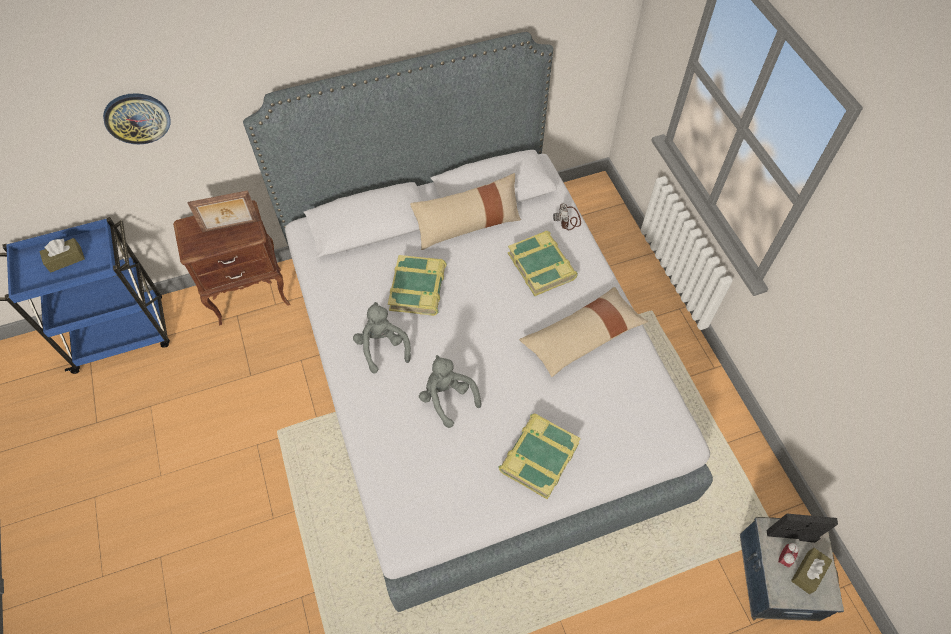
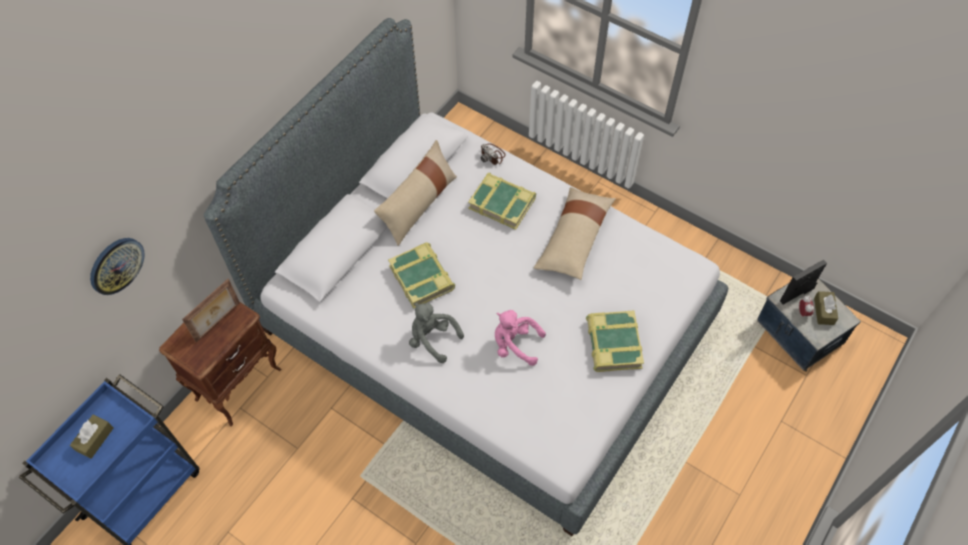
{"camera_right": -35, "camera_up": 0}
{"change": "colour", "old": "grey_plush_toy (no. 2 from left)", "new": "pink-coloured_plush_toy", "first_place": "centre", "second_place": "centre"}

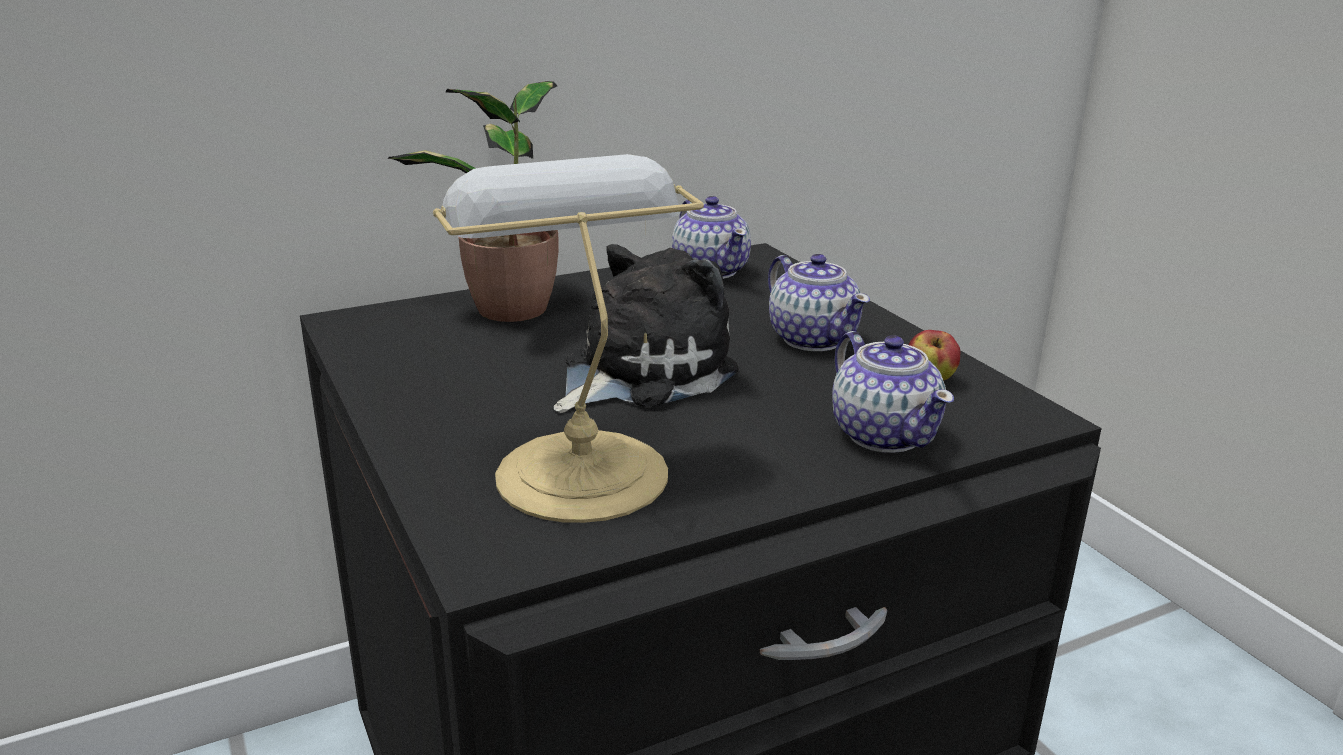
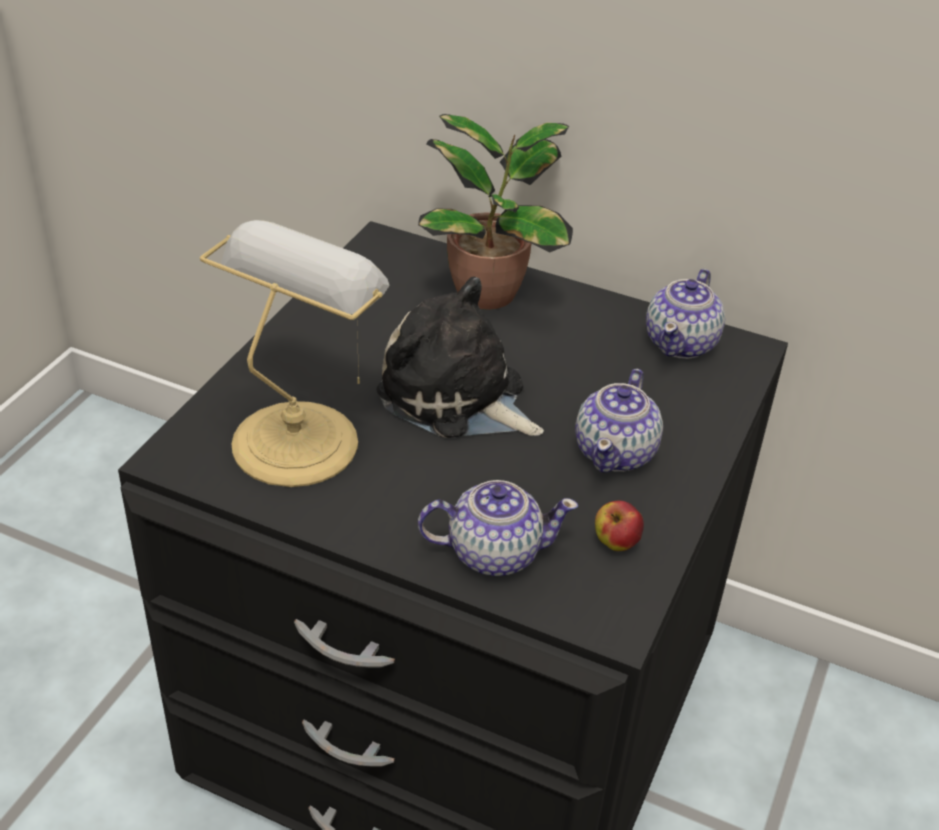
{"camera_right": 50, "camera_up": 15}
{"change": "spun", "old": "plush_toy", "first_place": "centre", "second_place": "centre", "degrees": -150}
{"change": "spun", "old": "pot_for_tea (no. 3 from left in the first image)", "first_place": "centre", "second_place": "centre", "degrees": -120}

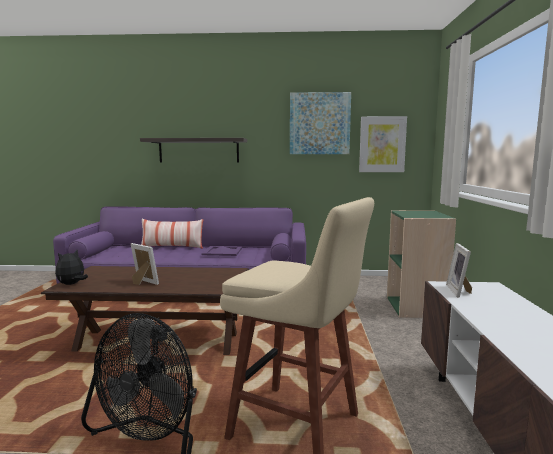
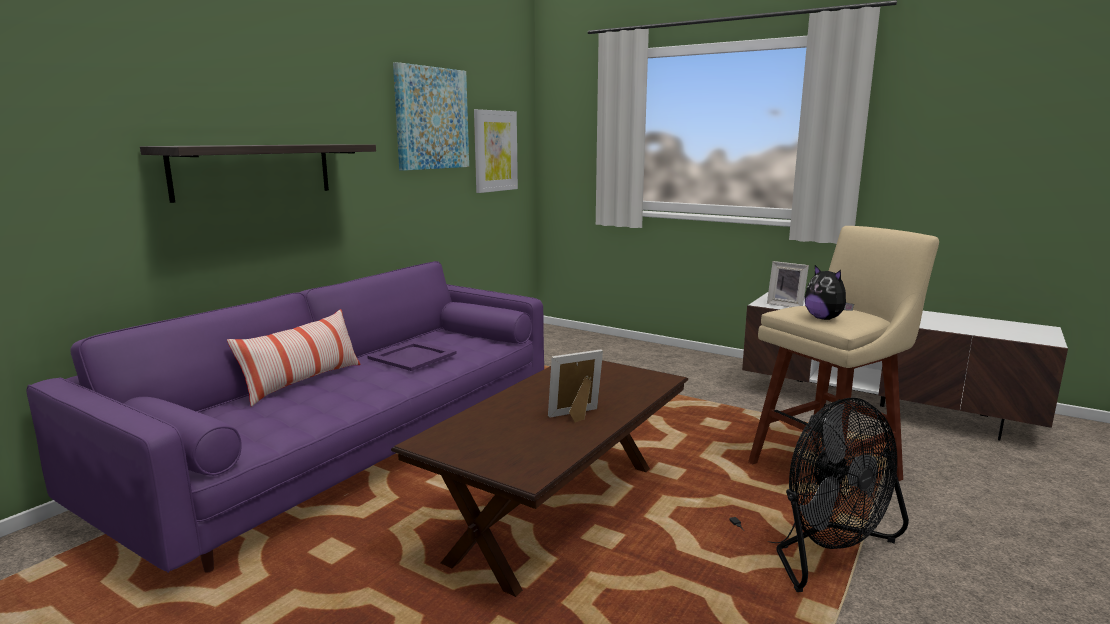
{"camera_right": -60, "camera_up": 5}
{"change": "relocated", "old": "plush_toy", "first_place": "middle left", "second_place": "middle right"}
{"change": "missing", "old": "green-coloured_bookshelf", "first_place": "middle right"}

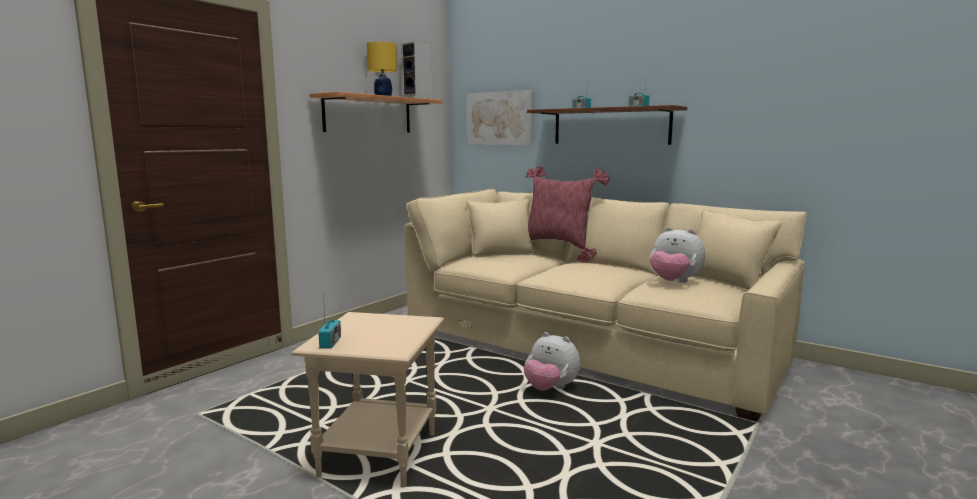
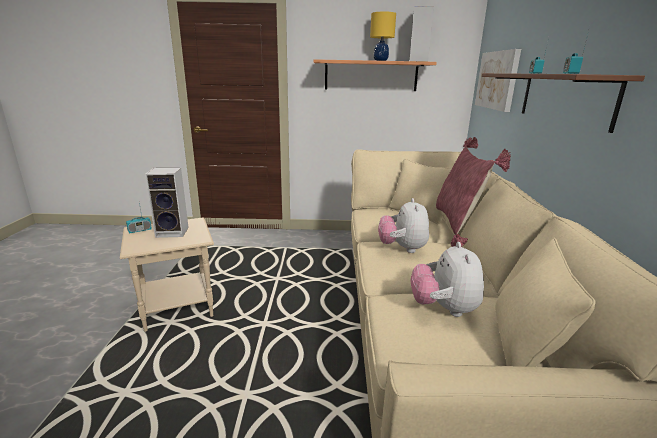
{"camera_right": 55, "camera_up": 10}
{"change": "appeared", "new": "loudspeaker (no. 1 from left)", "second_place": "middle left"}
{"change": "relocated", "old": "plush_toy (no. 1 from left)", "first_place": "bottom centre", "second_place": "centre"}

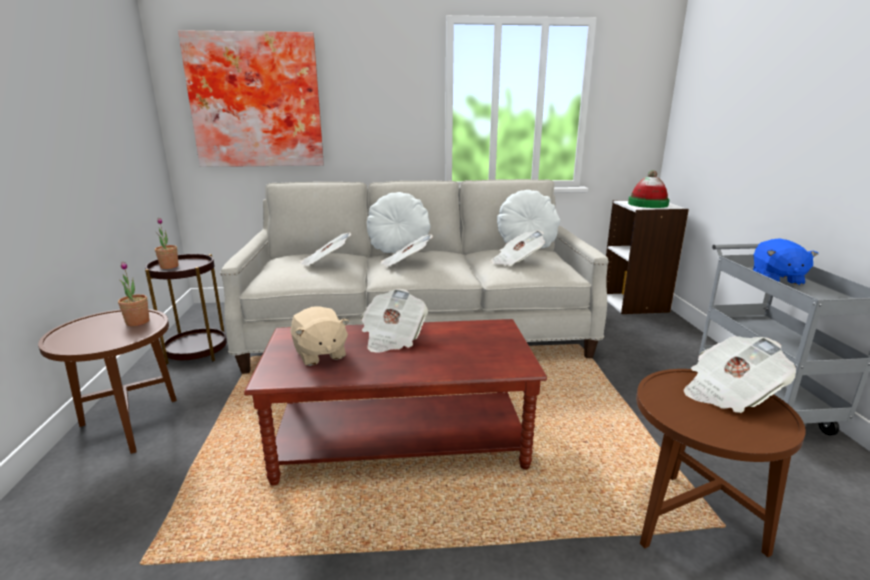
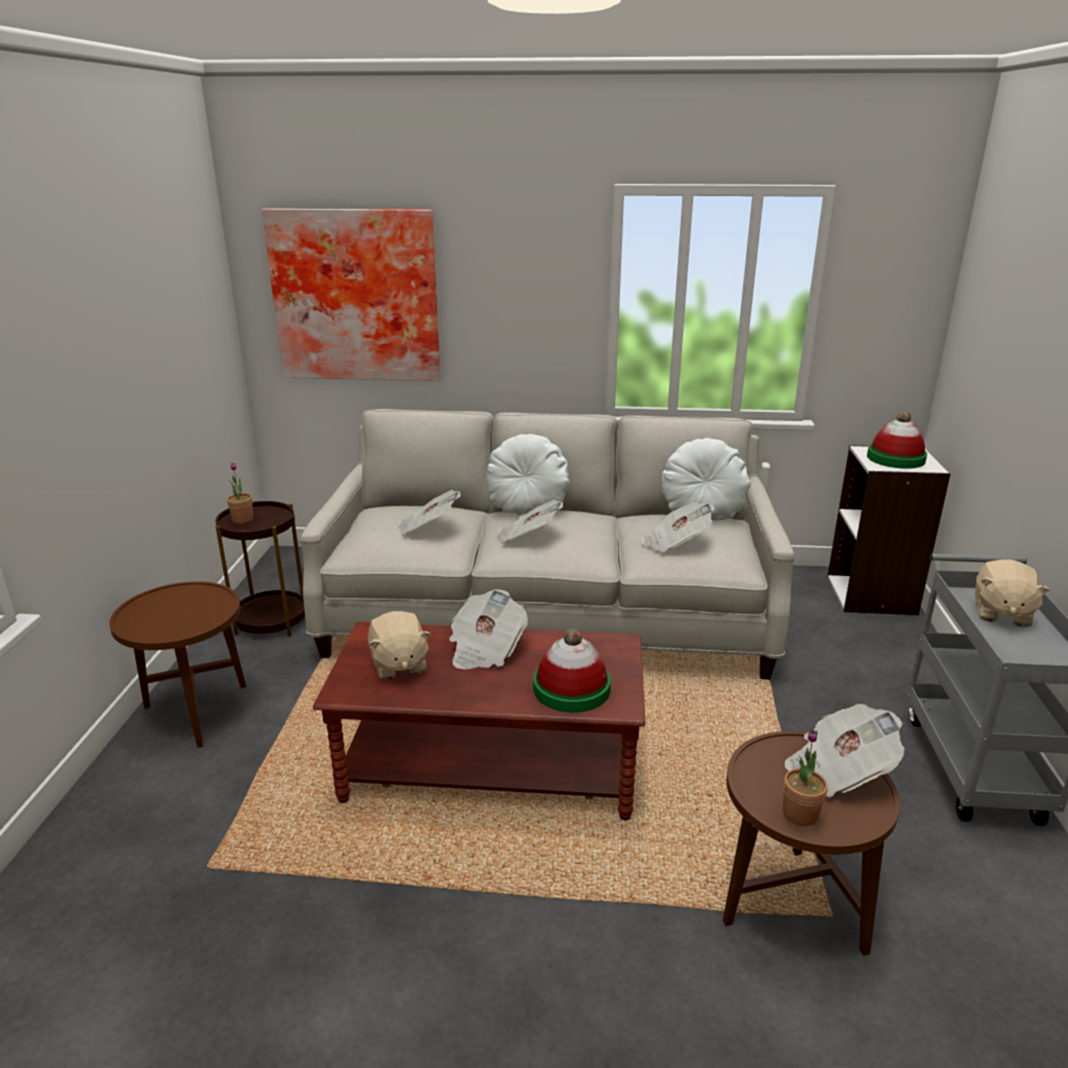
{"camera_right": 10, "camera_up": 5}
{"change": "appeared", "new": "clothing_hat (no. 1 from left)", "second_place": "centre"}
{"change": "relocated", "old": "houseplant (no. 1 from left in the first image)", "new": "houseplant (no. 2 from left)", "first_place": "middle left", "second_place": "bottom right"}
{"change": "colour", "old": "blue_plush_toy", "new": "beige-coloured_plush_toy (no. 2 from left)", "first_place": "middle right", "second_place": "middle right"}

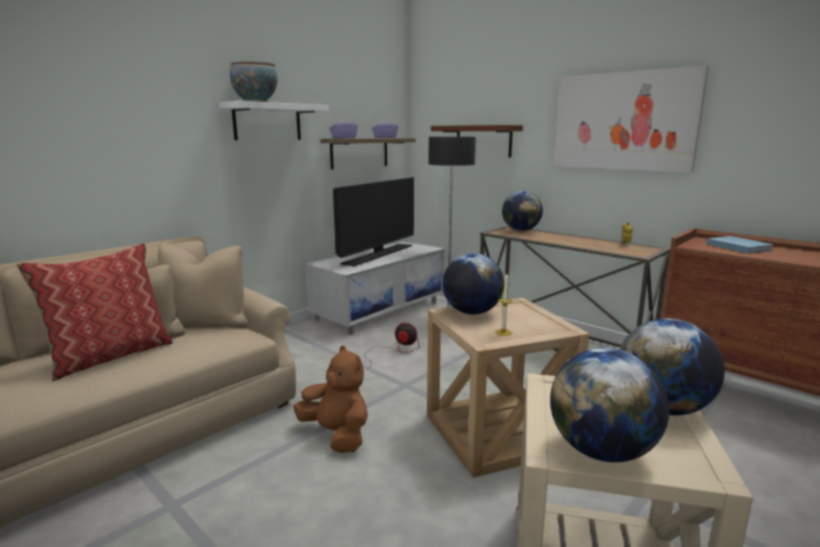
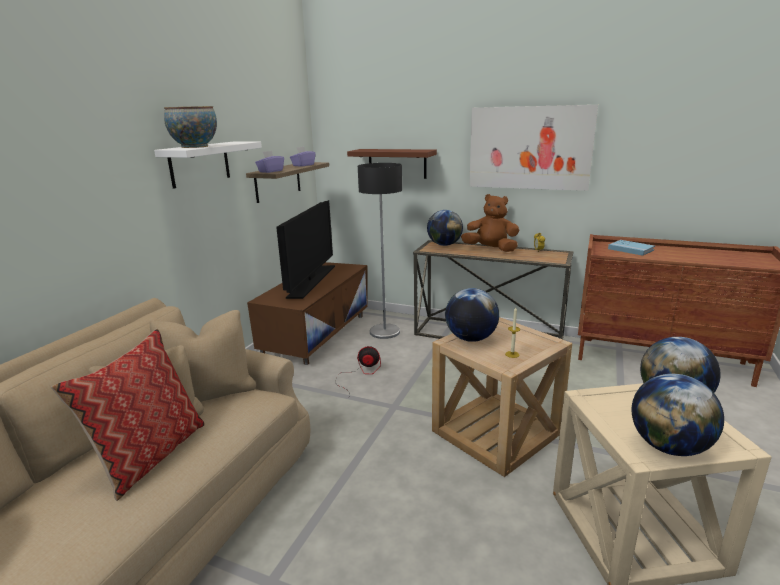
{"camera_right": -20, "camera_up": 5}
{"change": "colour", "old": "white-coloured_tv_unit", "new": "brownish_tv_unit", "first_place": "centre", "second_place": "centre"}
{"change": "relocated", "old": "brownish_plush_toy", "first_place": "bottom centre", "second_place": "centre"}

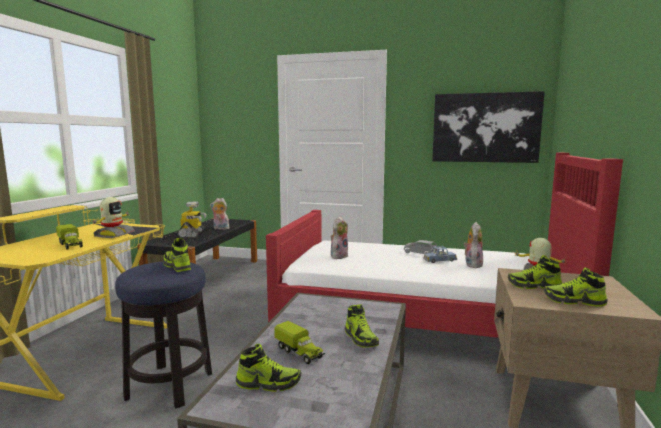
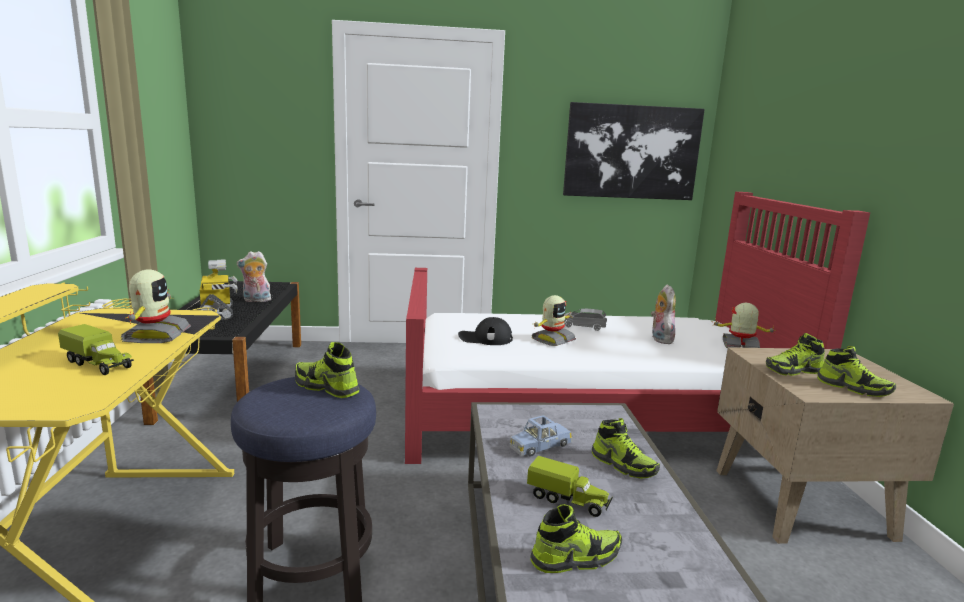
{"camera_right": -20, "camera_up": 5}
{"change": "exchanged", "old": "plush_toy (no. 2 from left)", "new": "black-coloured_baseball_cap", "first_place": "centre", "second_place": "centre"}
{"change": "relocated", "old": "blue_miniature_car", "first_place": "centre", "second_place": "bottom centre"}
{"change": "appeared", "new": "model_robot (no. 3 from left)", "second_place": "centre"}
{"change": "spun", "old": "item_of_footwear (no. 5 from left)", "first_place": "bottom right", "second_place": "middle right", "degrees": -135}

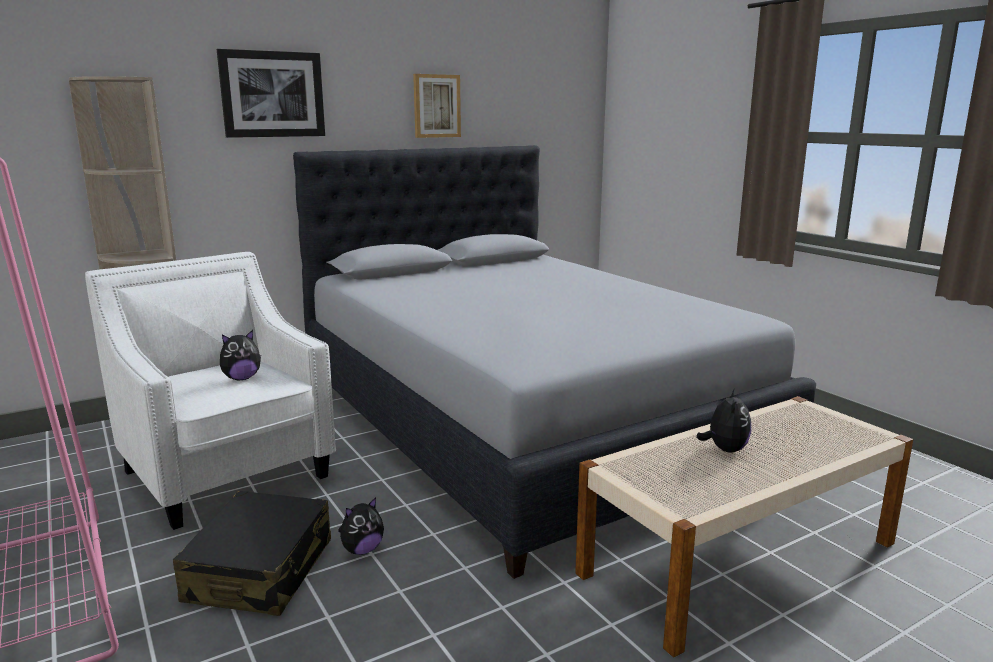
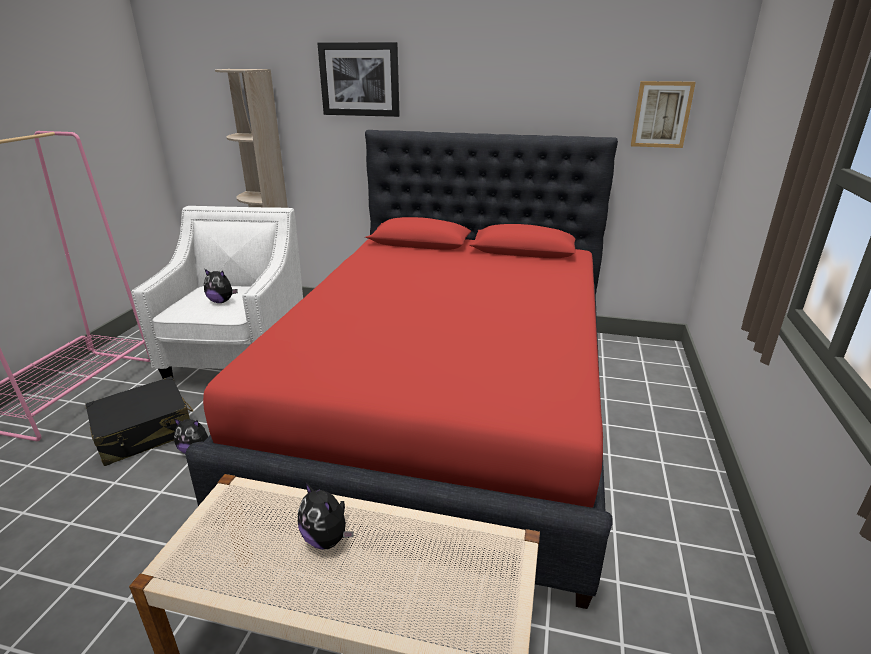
{"camera_right": 45, "camera_up": 10}
{"change": "colour", "old": "grey_sleeping_bed", "new": "reddish_sleeping_bed", "first_place": "centre", "second_place": "centre"}
{"change": "spun", "old": "plush_toy (no. 3 from left)", "first_place": "middle right", "second_place": "bottom centre", "degrees": 75}
{"change": "relocated", "old": "wall_art (no. 2 from left)", "first_place": "top centre", "second_place": "top right"}

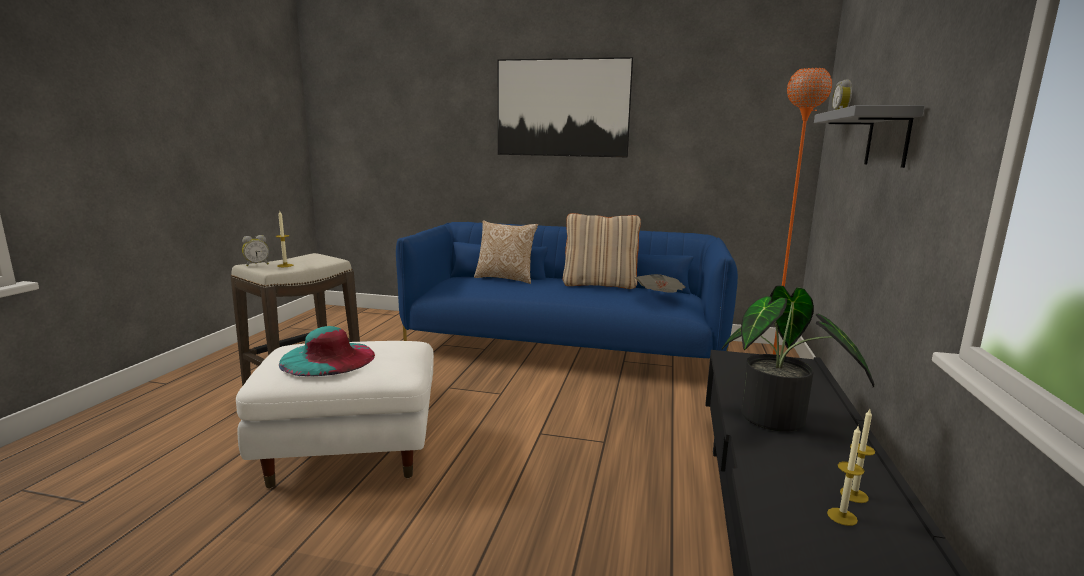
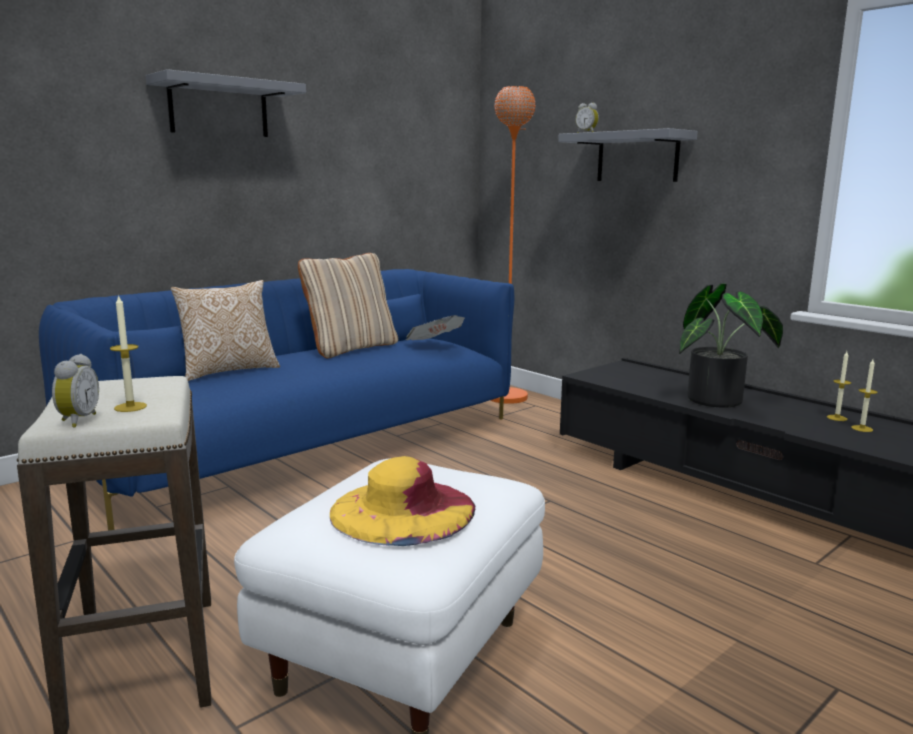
{"camera_right": -55, "camera_up": 0}
{"change": "exchanged", "old": "wall_art", "new": "grey_bracket_shelf (no. 1 from left)", "first_place": "top centre", "second_place": "top left"}
{"change": "colour", "old": "blue-green_clothing_hat", "new": "yellow_clothing_hat", "first_place": "middle left", "second_place": "bottom centre"}

